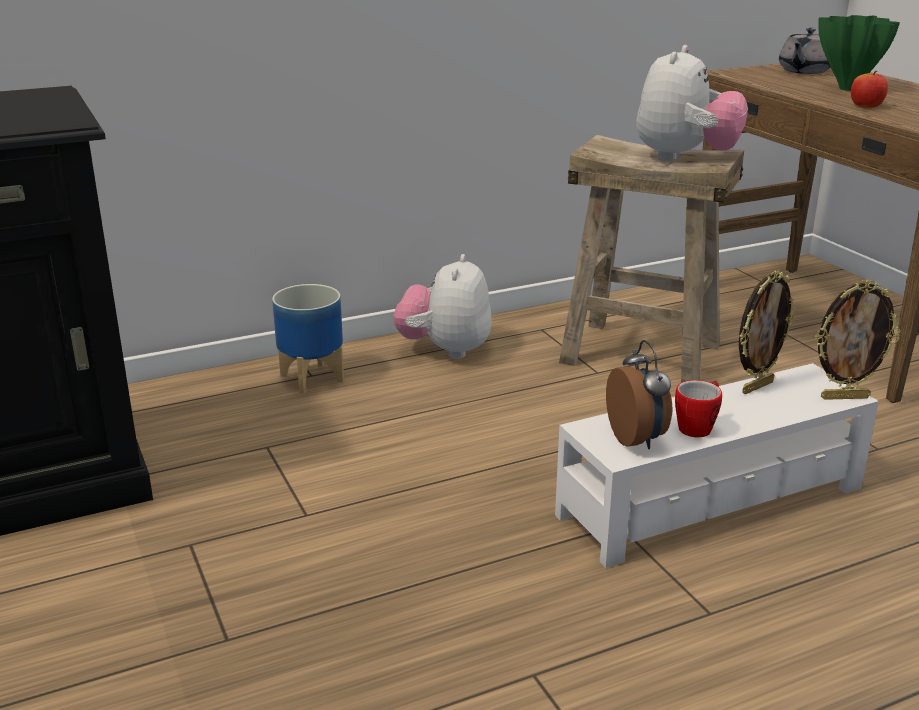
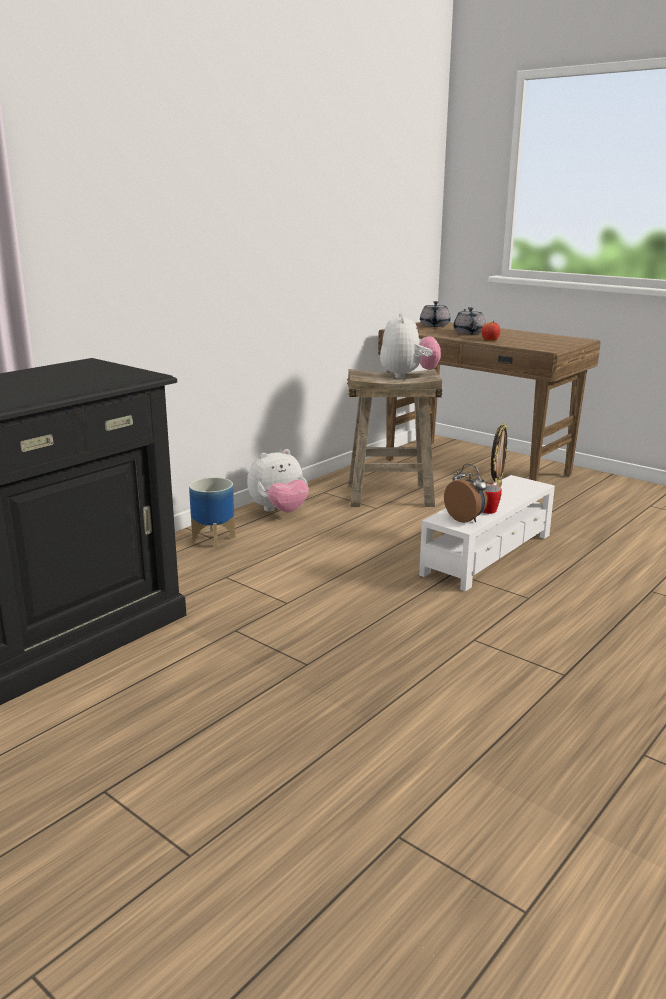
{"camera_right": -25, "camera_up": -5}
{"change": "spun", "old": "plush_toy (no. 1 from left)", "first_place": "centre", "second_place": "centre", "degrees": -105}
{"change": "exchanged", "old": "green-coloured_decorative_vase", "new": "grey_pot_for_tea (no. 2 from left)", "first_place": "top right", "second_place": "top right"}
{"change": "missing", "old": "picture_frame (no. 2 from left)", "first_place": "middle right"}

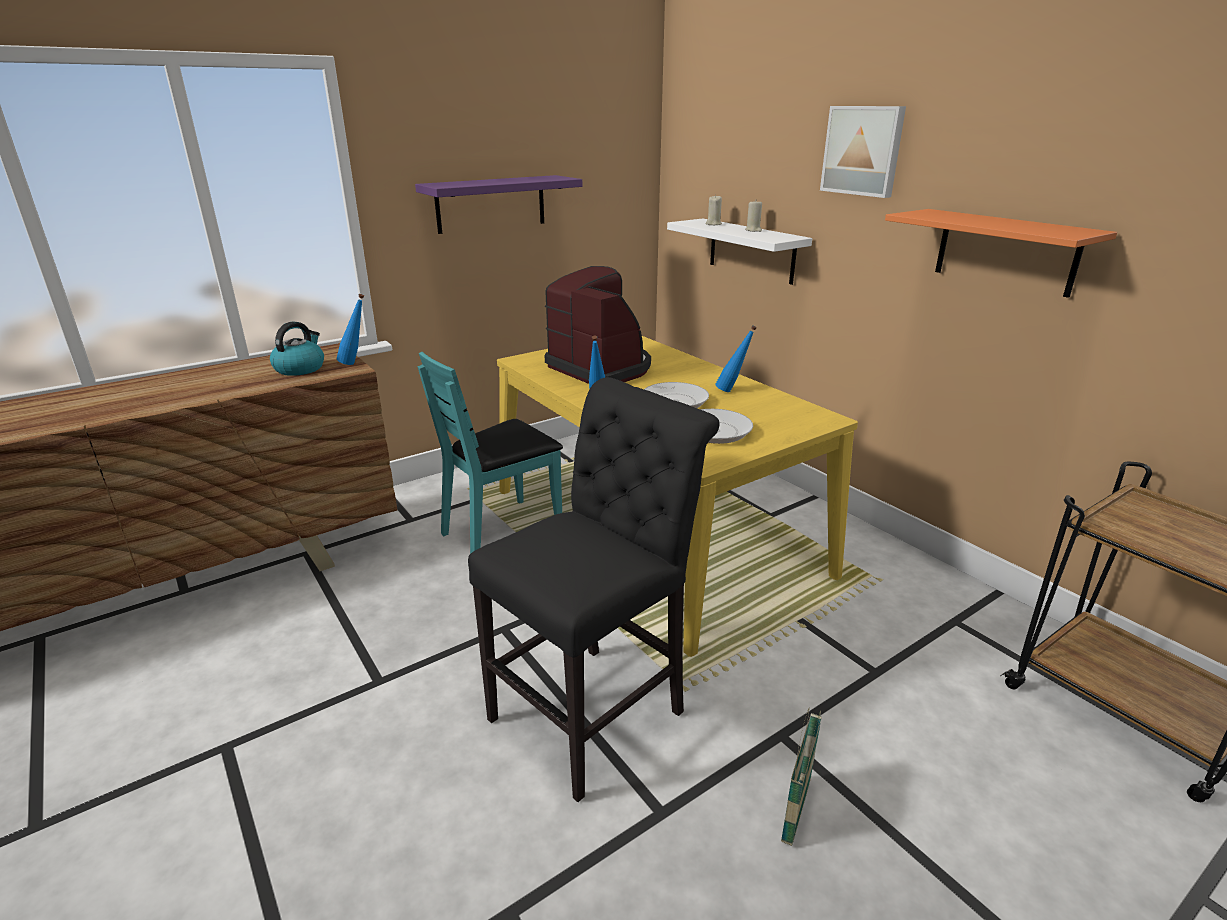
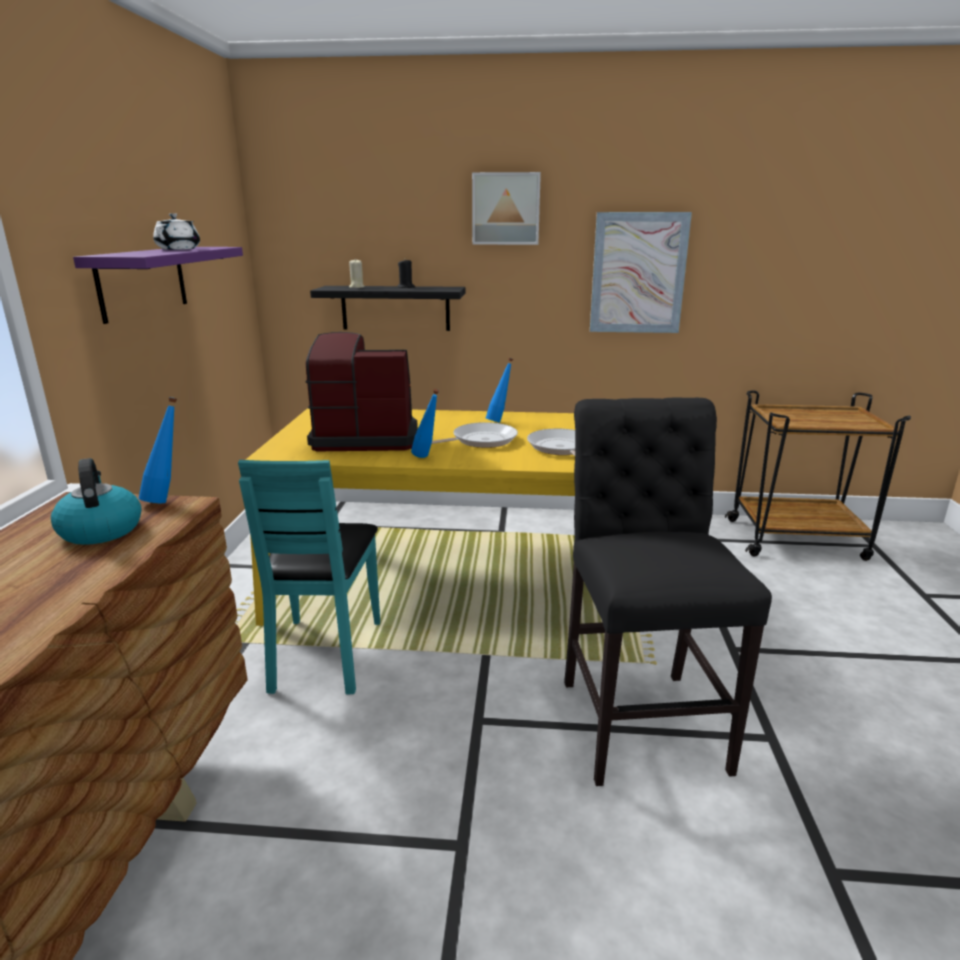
{"camera_right": -50, "camera_up": -5}
{"change": "appeared", "new": "white-coloured_pot_for_tea", "second_place": "top left"}
{"change": "colour", "old": "white-coloured_bracket_shelf", "new": "black-coloured_bracket_shelf", "first_place": "top centre", "second_place": "top centre"}
{"change": "colour", "old": "beige-coloured_wax_candle (no. 2 from left)", "new": "black-coloured_wax_candle", "first_place": "top centre", "second_place": "top centre"}
{"change": "exchanged", "old": "orange_bracket_shelf", "new": "wall_art (no. 2 from left)", "first_place": "top right", "second_place": "top right"}
{"change": "missing", "old": "basket", "first_place": "bottom centre"}

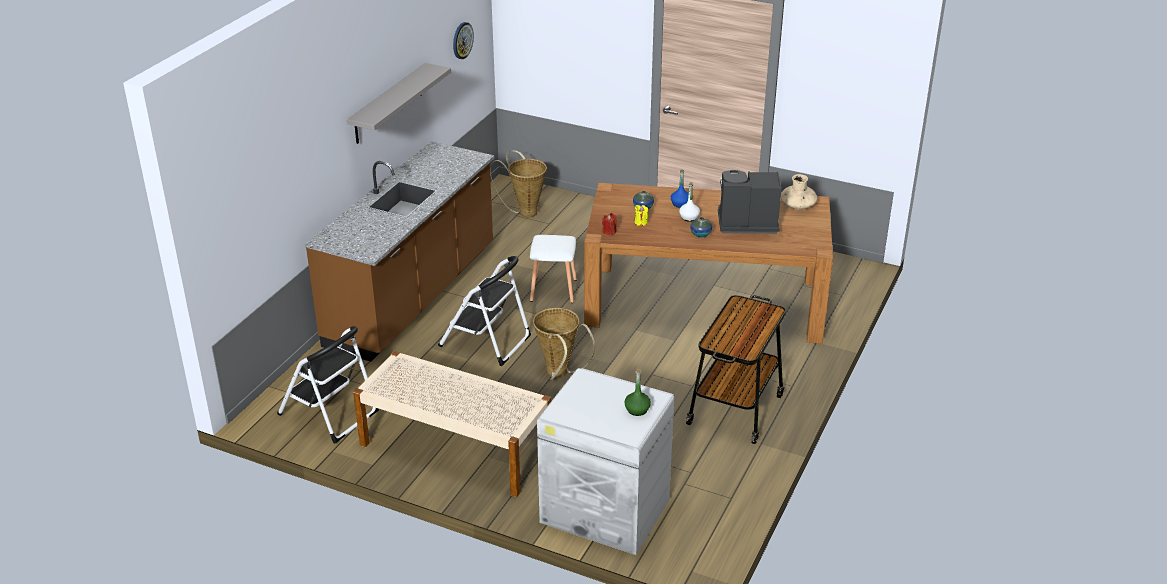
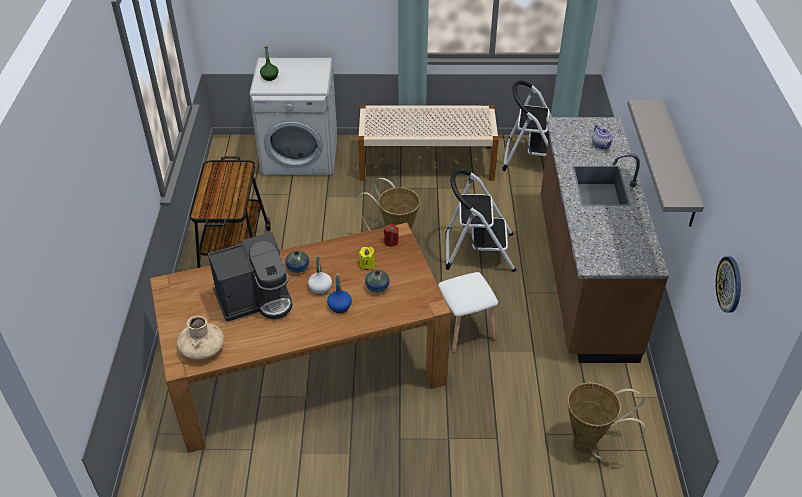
{"camera_right": 155, "camera_up": 10}
{"change": "appeared", "new": "pot_for_tea", "second_place": "top right"}

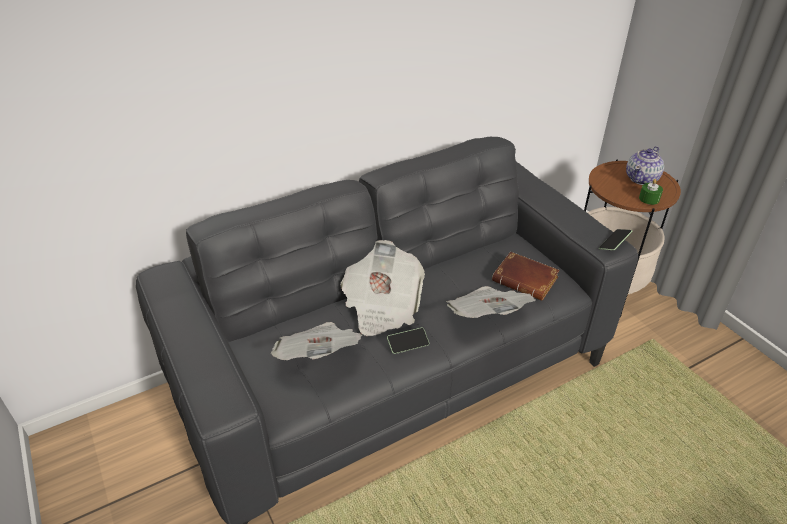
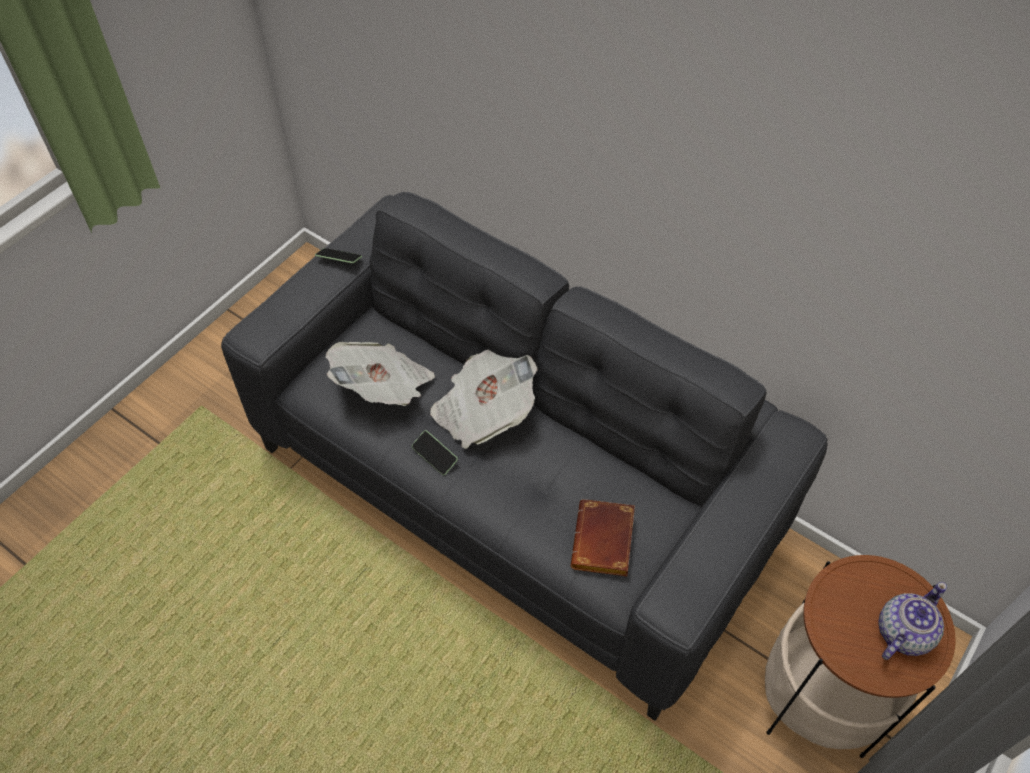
{"camera_right": 65, "camera_up": 15}
{"change": "relocated", "old": "handset (no. 2 from left in the first image)", "new": "handset (no. 1 from left)", "first_place": "middle right", "second_place": "top left"}
{"change": "spun", "old": "pot_for_tea", "first_place": "top right", "second_place": "bottom right", "degrees": 120}
{"change": "missing", "old": "printed_paper (no. 3 from left)", "first_place": "centre"}
{"change": "missing", "old": "green-coloured_wax_candle", "first_place": "middle right"}

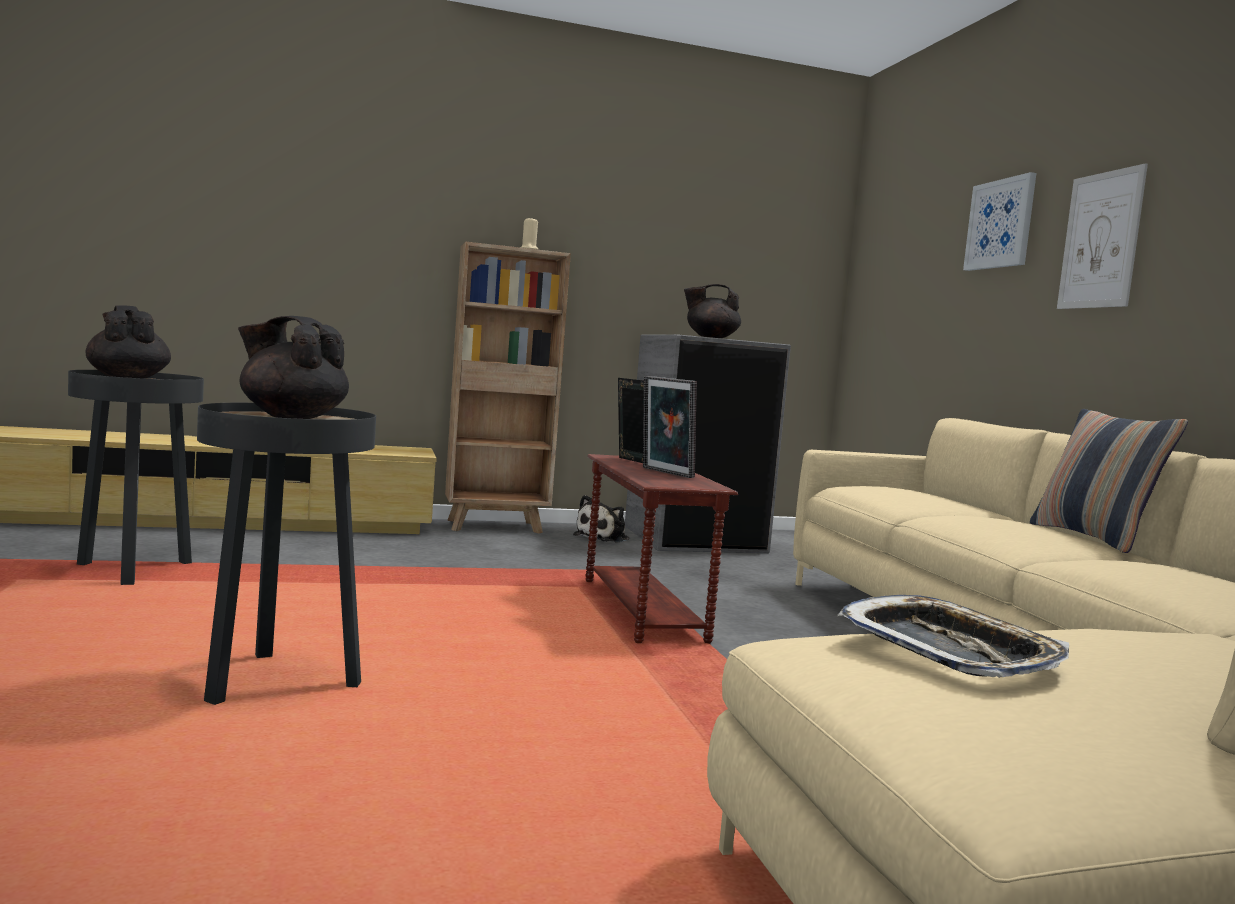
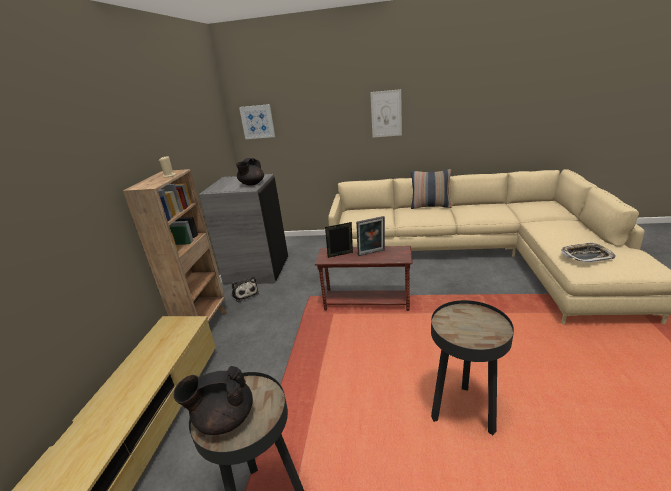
{"camera_right": -65, "camera_up": 20}
{"change": "relocated", "old": "wall_art (no. 1 from left)", "first_place": "top right", "second_place": "top centre"}
{"change": "missing", "old": "black-coloured_pot_for_tea (no. 2 from left)", "first_place": "middle left"}

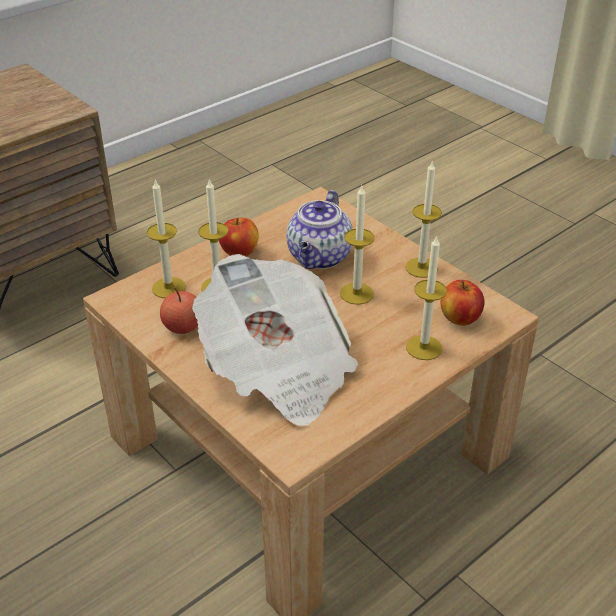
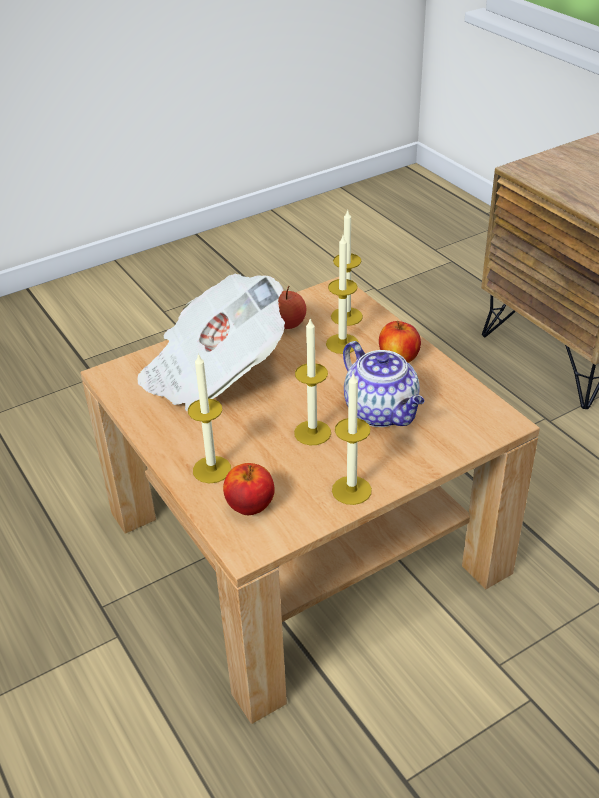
{"camera_right": 100, "camera_up": 0}
{"change": "spun", "old": "pot_for_tea", "first_place": "centre", "second_place": "centre", "degrees": -150}

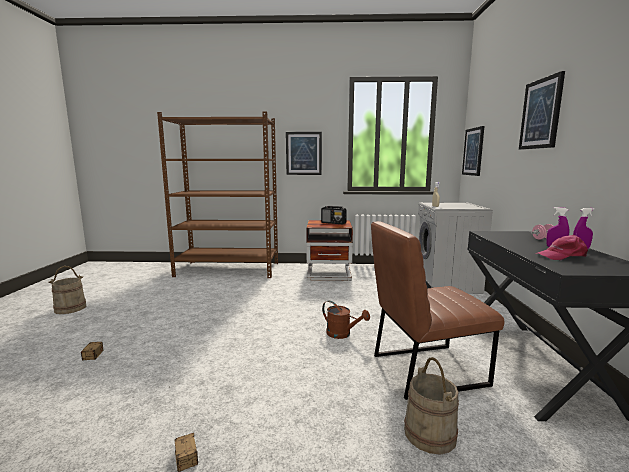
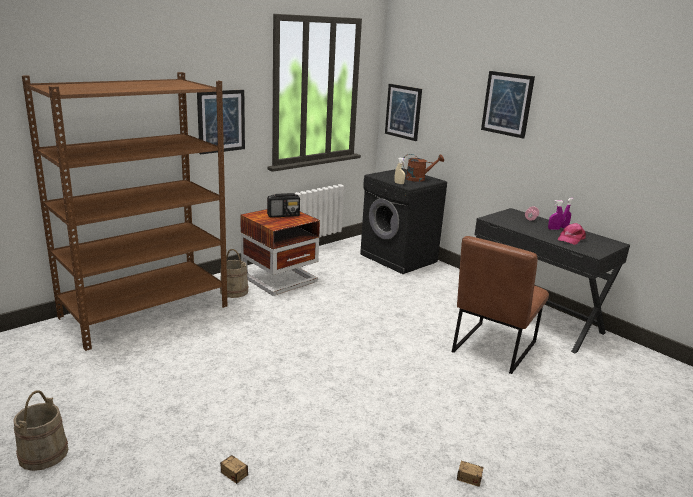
{"camera_right": -45, "camera_up": 10}
{"change": "relocated", "old": "beige-coloured_water_bucket (no. 2 from left)", "first_place": "bottom right", "second_place": "centre"}
{"change": "colour", "old": "white-coloured_laundry_appliance", "new": "black-coloured_laundry_appliance", "first_place": "middle right", "second_place": "centre"}
{"change": "relocated", "old": "brownish_watering_pot", "first_place": "bottom centre", "second_place": "centre"}

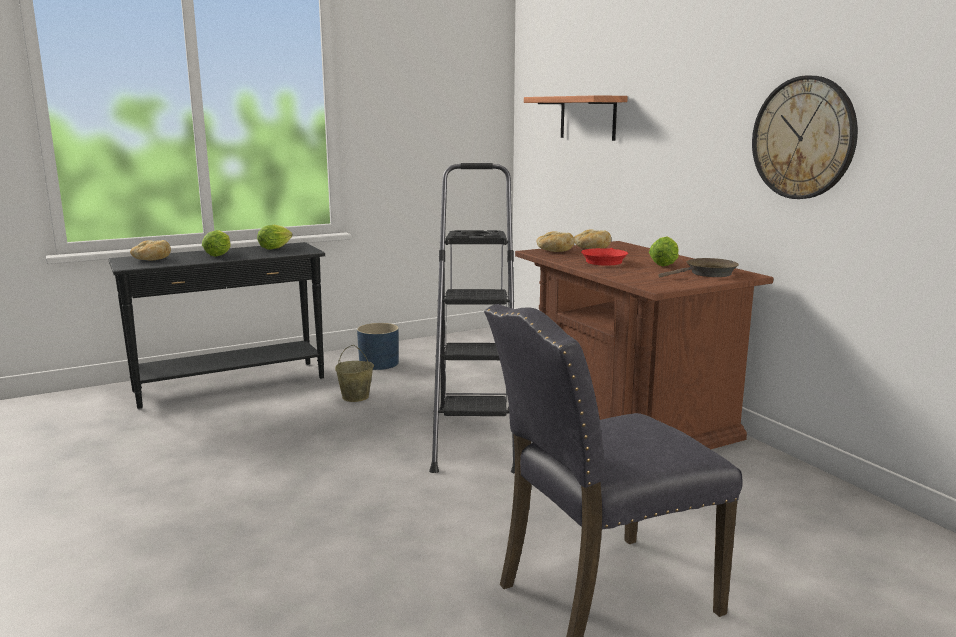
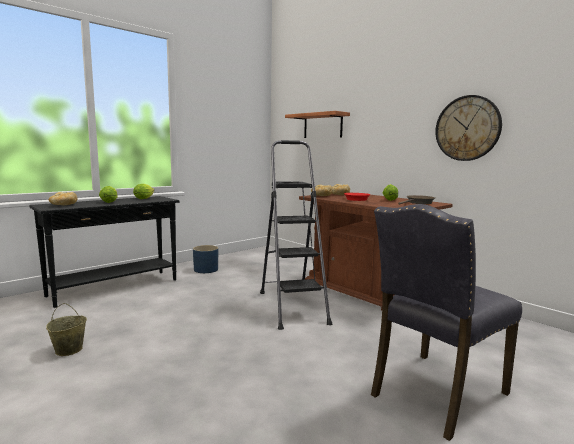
{"camera_right": -15, "camera_up": -5}
{"change": "relocated", "old": "beige-coloured_water_bucket", "first_place": "centre", "second_place": "bottom left"}

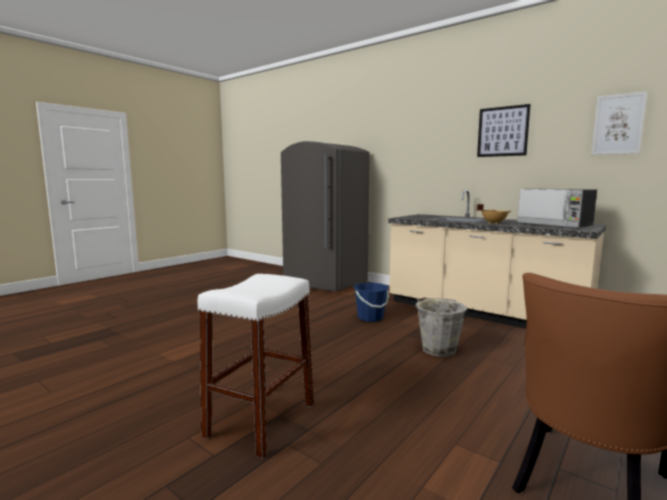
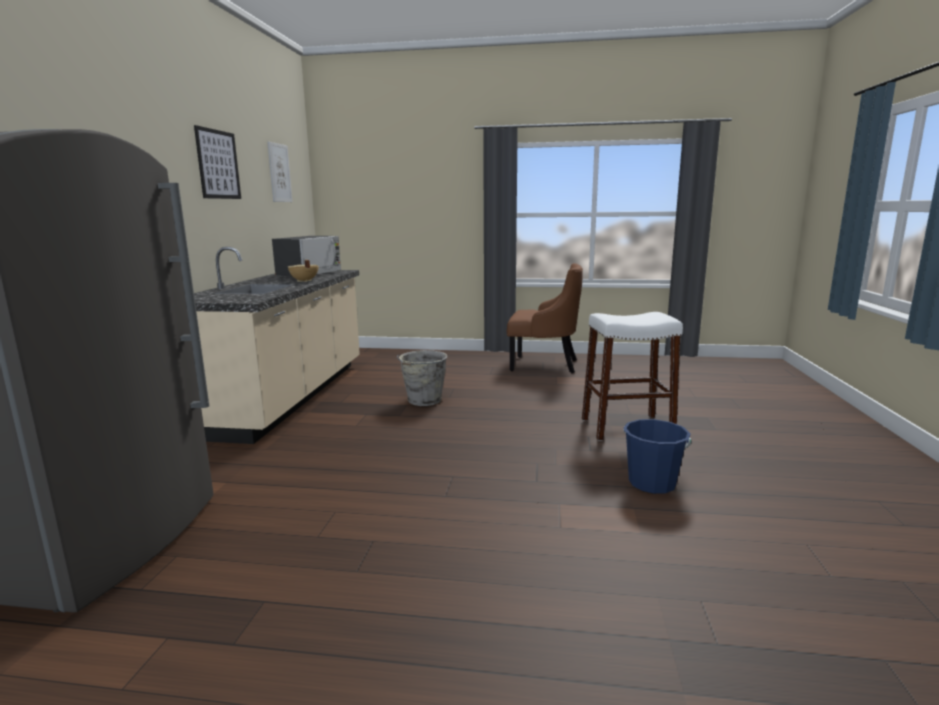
{"camera_right": -120, "camera_up": 5}
{"change": "relocated", "old": "blue_water_bucket", "first_place": "centre", "second_place": "middle right"}

